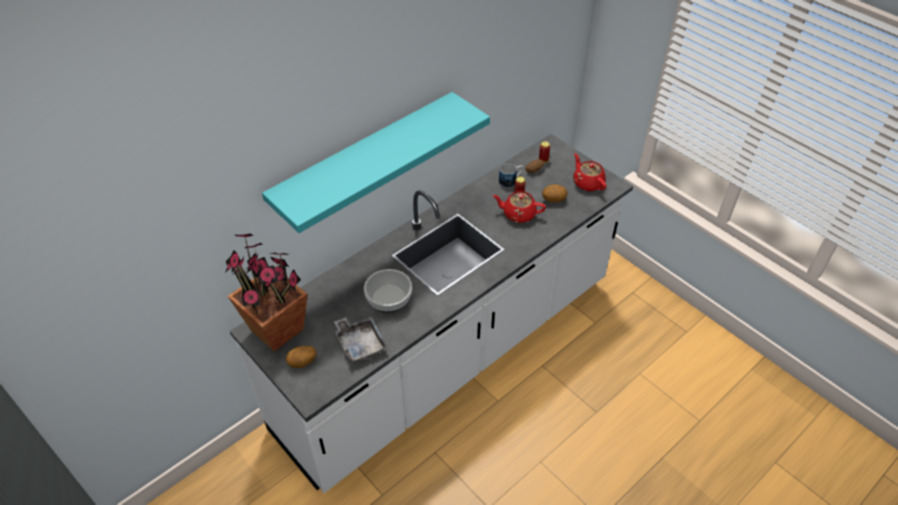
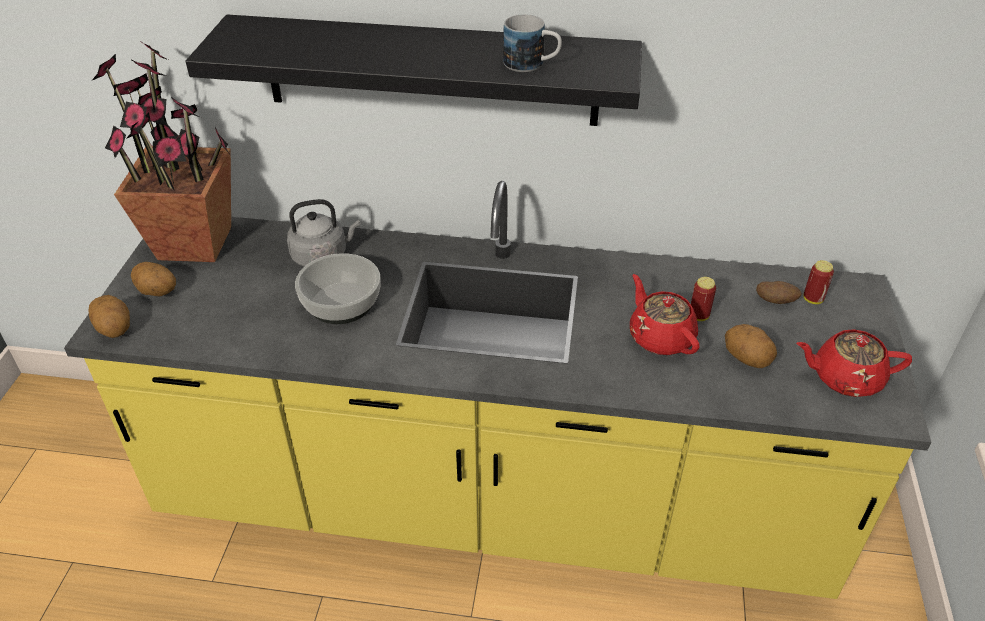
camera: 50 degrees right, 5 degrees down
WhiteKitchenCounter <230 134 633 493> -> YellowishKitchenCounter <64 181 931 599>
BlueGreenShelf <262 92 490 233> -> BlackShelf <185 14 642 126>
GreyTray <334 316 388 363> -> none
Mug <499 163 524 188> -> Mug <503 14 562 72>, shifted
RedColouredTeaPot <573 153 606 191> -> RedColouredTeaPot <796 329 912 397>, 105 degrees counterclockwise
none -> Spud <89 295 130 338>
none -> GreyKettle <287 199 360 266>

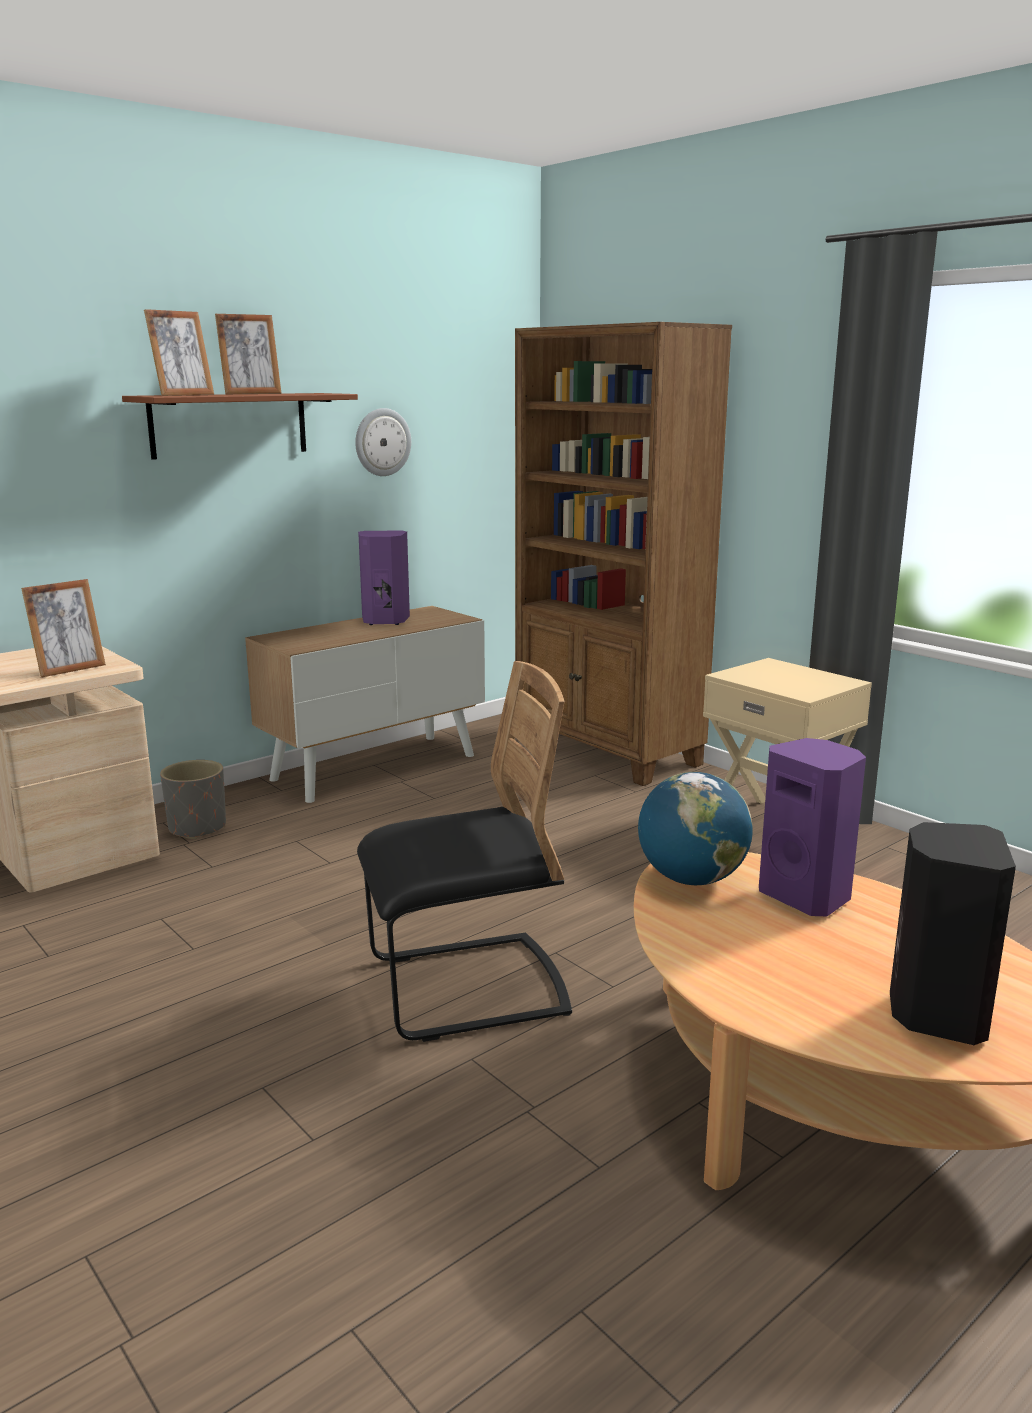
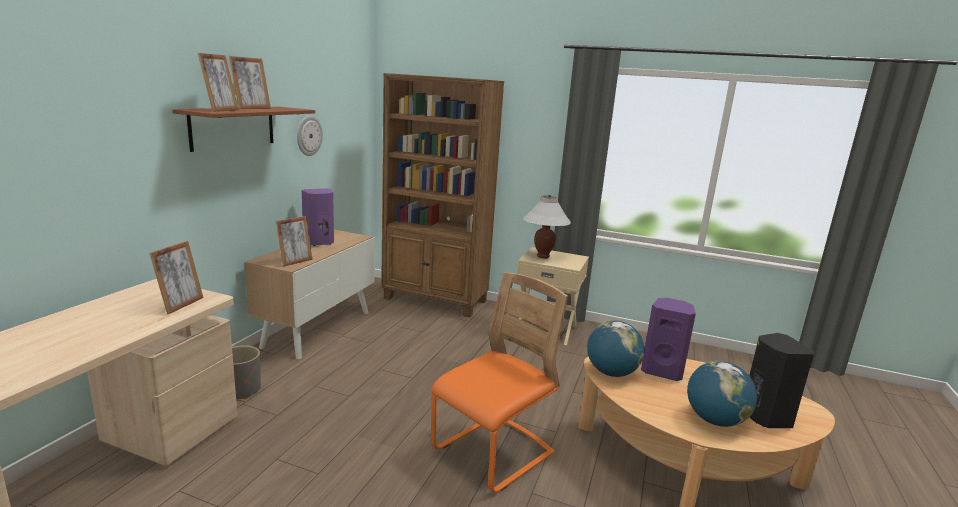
camera: 30 degrees left, 0 degrees up
BlackUprightChair <357 661 572 1042> -> OrangeyUprightChair <431 272 568 493>
none -> StandingFrame <276 216 313 267>
none -> WhiteLampForATable <523 195 571 259>
none -> Globe <687 361 757 427>

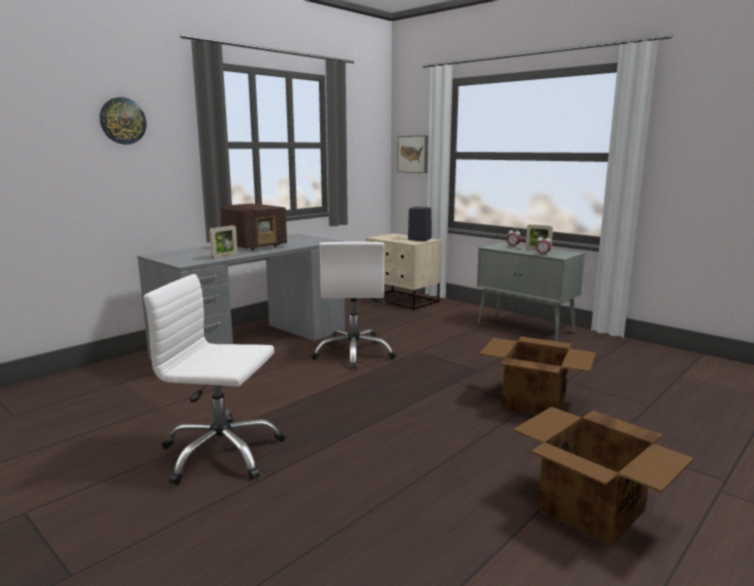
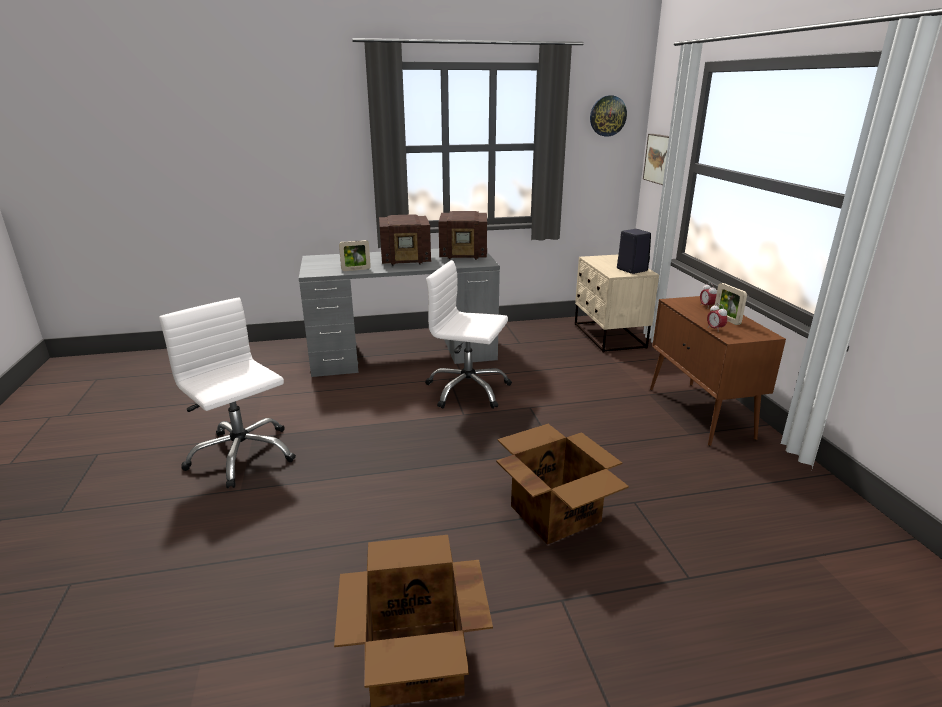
camera: 35 degrees right, 10 degrees up
WallClock <100 97 146 144> -> WallClock <590 95 627 137>, shifted
WhiteComputerChair <311 242 396 370> -> WhiteComputerChair <425 260 512 409>, 75 degrees clockwise
GreyCabinet <477 242 585 342> -> BrownCabinet <650 296 786 446>
none -> RadioReceiver <439 211 487 260>

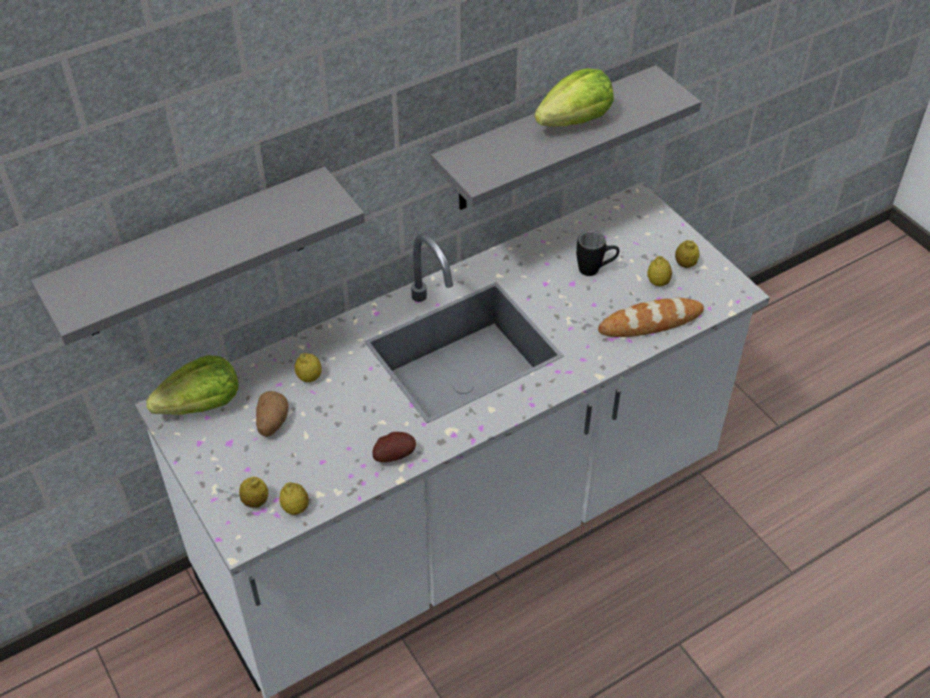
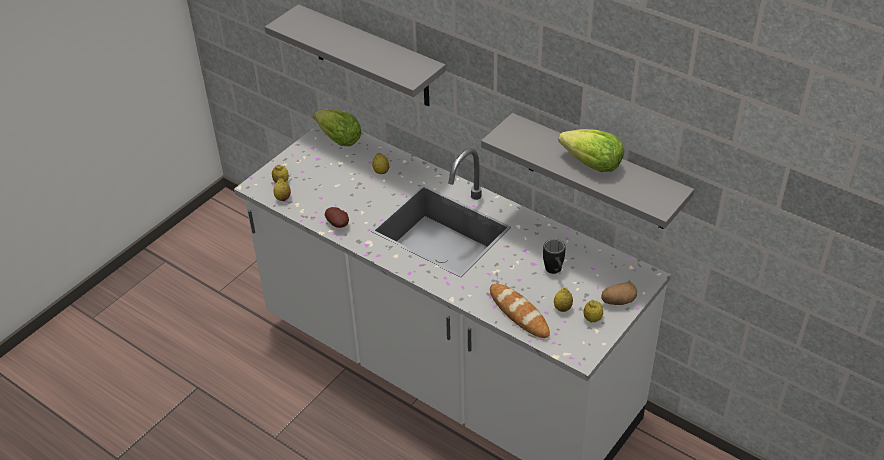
camera: 70 degrees right, 5 degrees down
Spud <256 391 288 437> -> Spud <601 282 637 305>, shifted

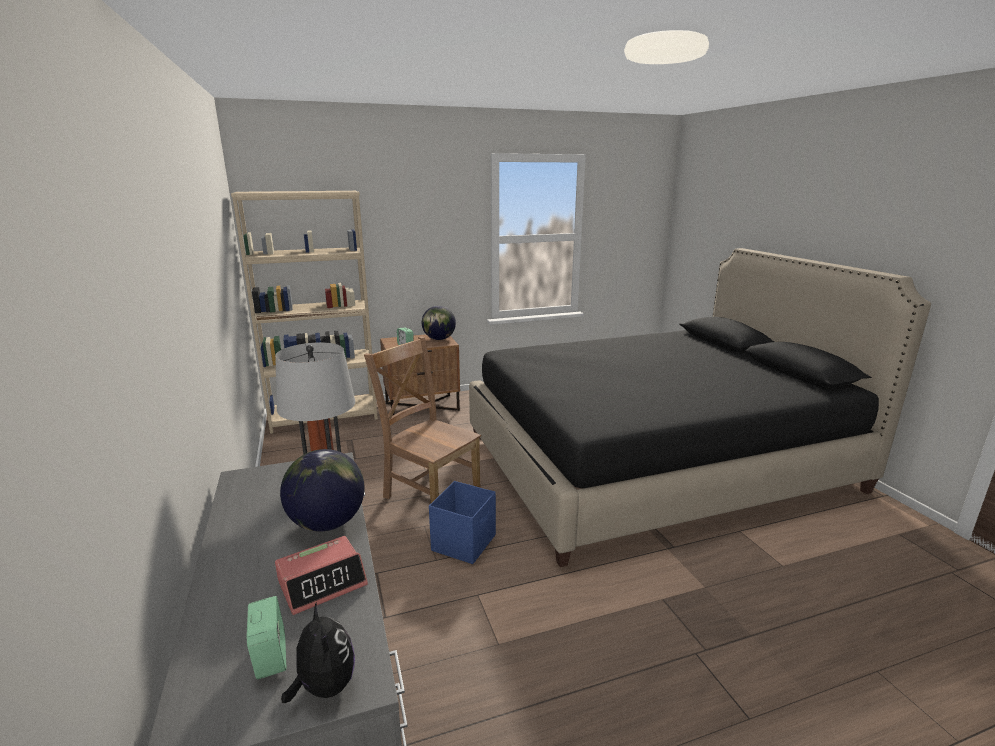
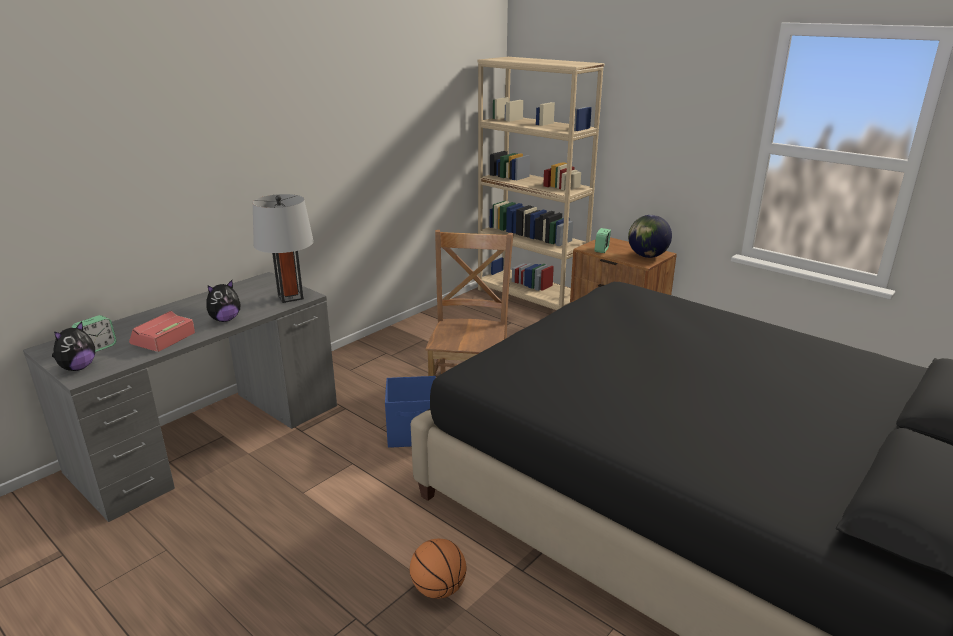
camera: 60 degrees right, 5 degrees up
AlarmClock <275 536 368 615> -> AlarmClock <129 311 195 352>, 90 degrees clockwise
Globe <280 449 365 532> -> SoftToy <206 280 241 322>
none -> BasketballBall <410 539 466 599>

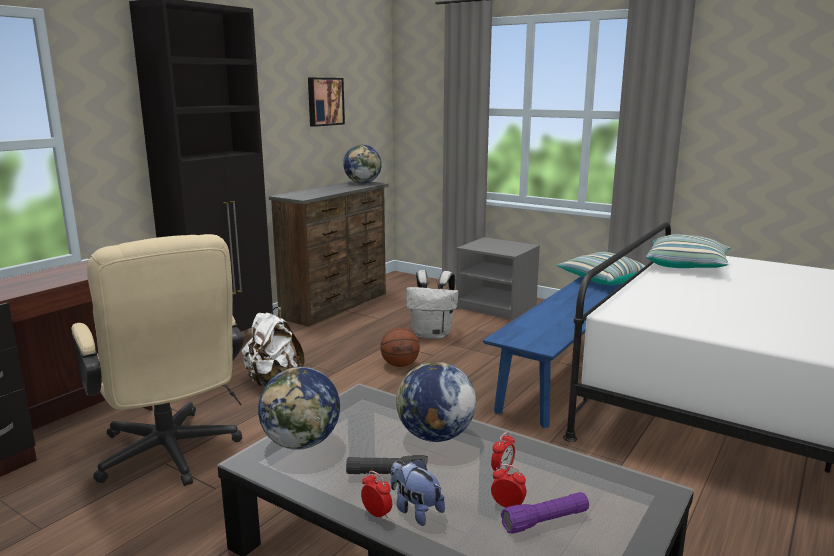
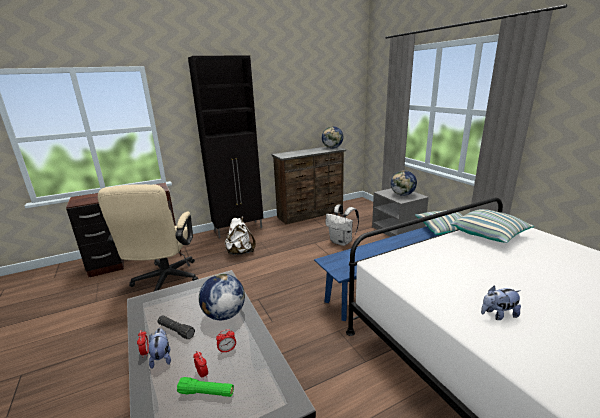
camera: 30 degrees right, 5 degrees up
Globe <258 367 340 450> -> Globe <391 170 417 196>, shifted
Picture <308 78 345 127> -> none
BasketballBall <380 328 420 367> -> none
PurplishFlashlight <501 492 589 534> -> GreenFlashlight <177 377 234 397>
none -> SoftToy <481 286 521 320>

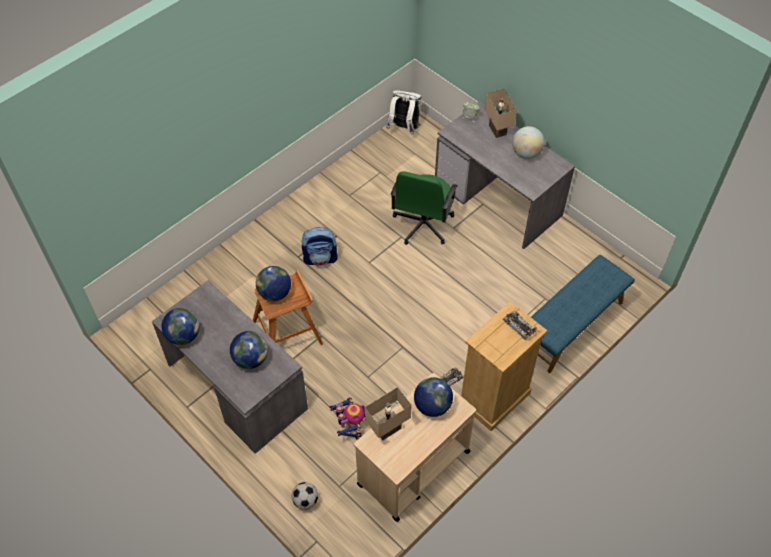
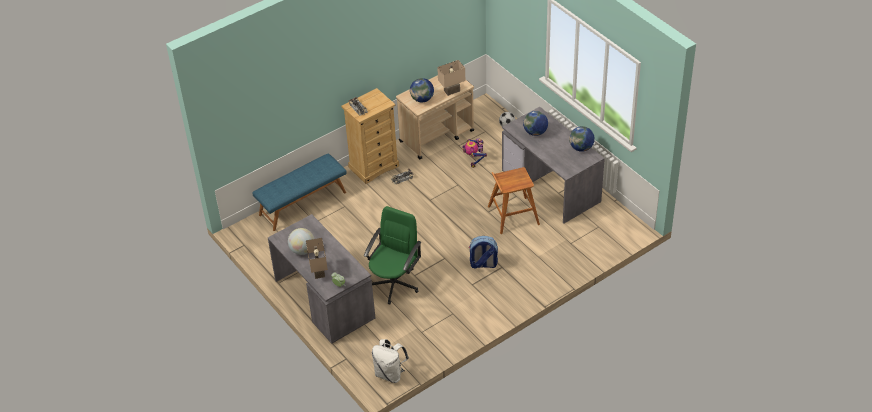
camera: 170 degrees left, 10 degrees down
Globe <256 266 291 301> -> none

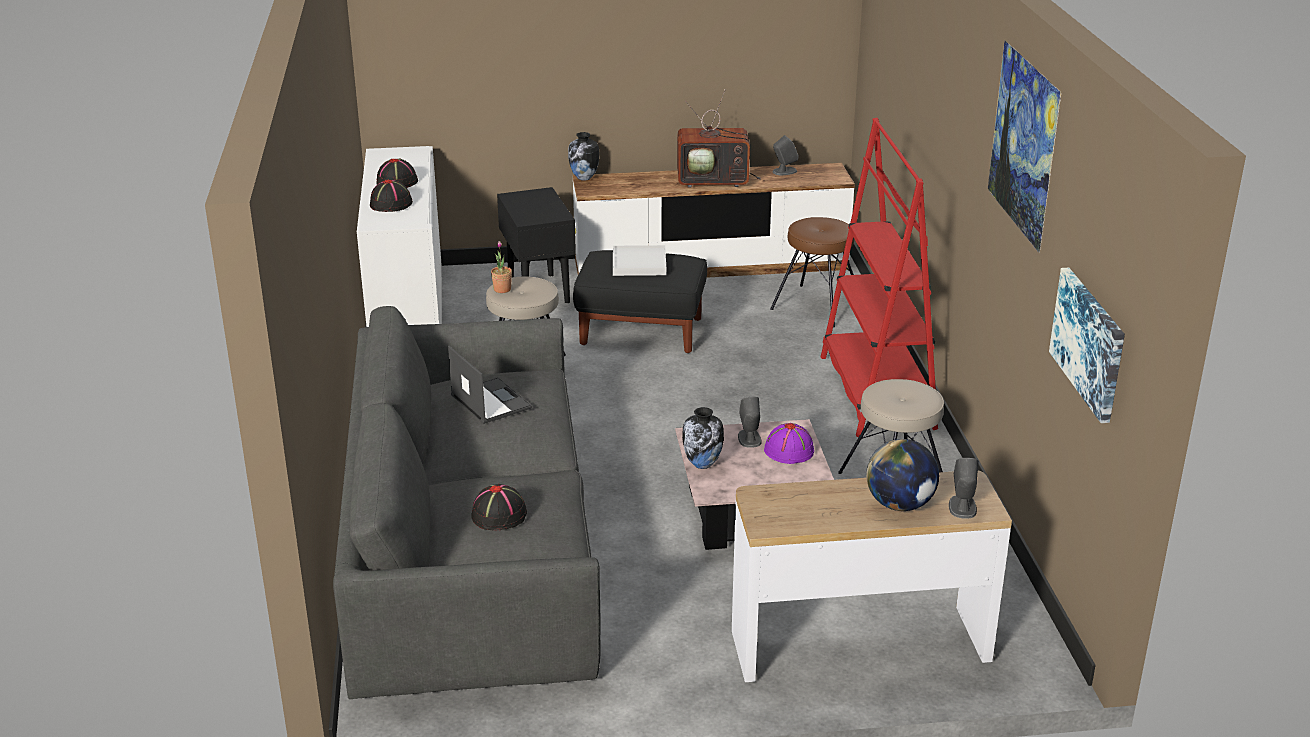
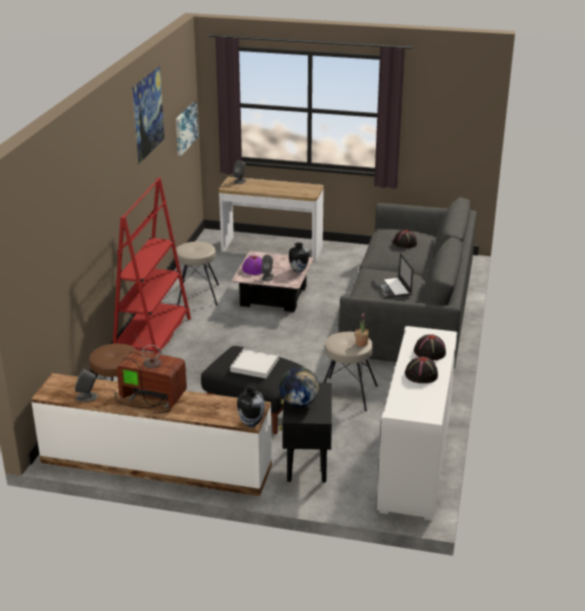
camera: 160 degrees left, 0 degrees up
Globe <866 439 939 511> -> Globe <279 367 319 407>, shifted

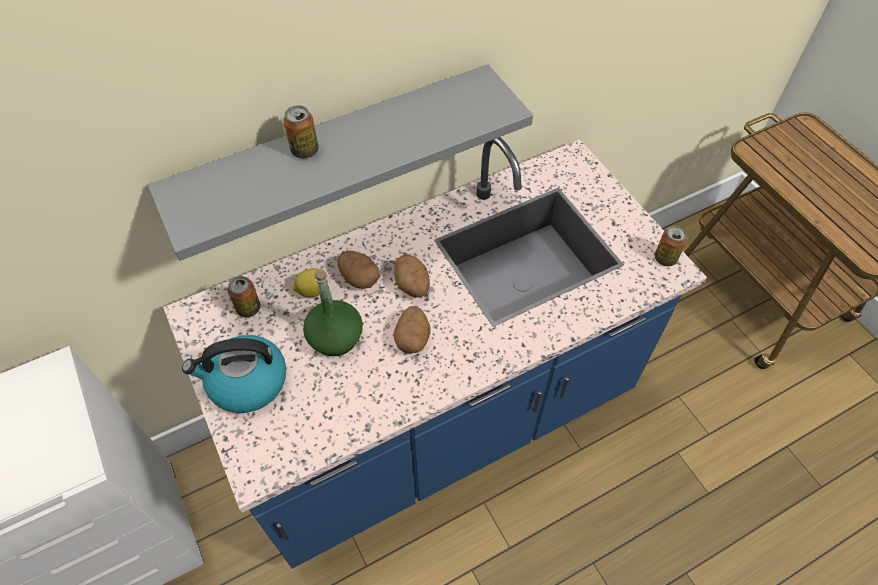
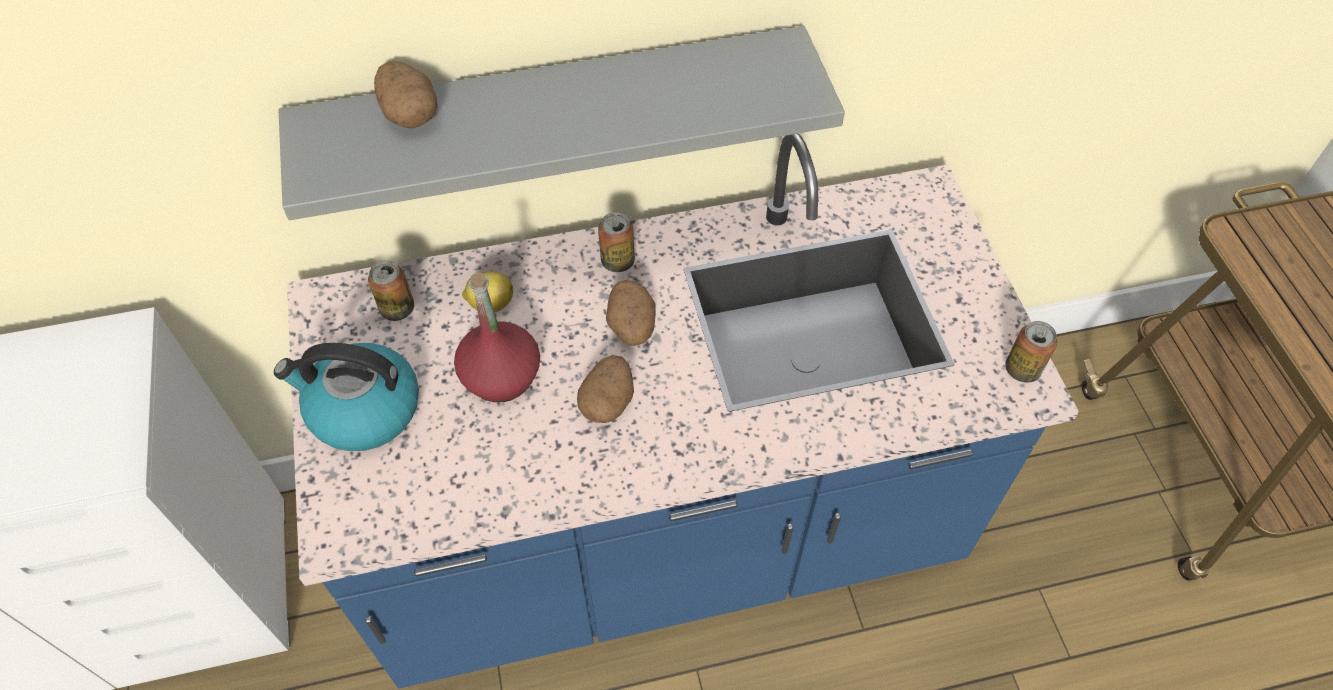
camera: 15 degrees right, 0 degrees up
Can <283 105 319 159> -> Can <598 212 635 272>, shifted
GreenDrinkBottle <303 269 363 356> -> RedColouredDrinkBottle <454 272 540 402>
Spud <337 250 380 289> -> Spud <374 61 438 128>, shifted

